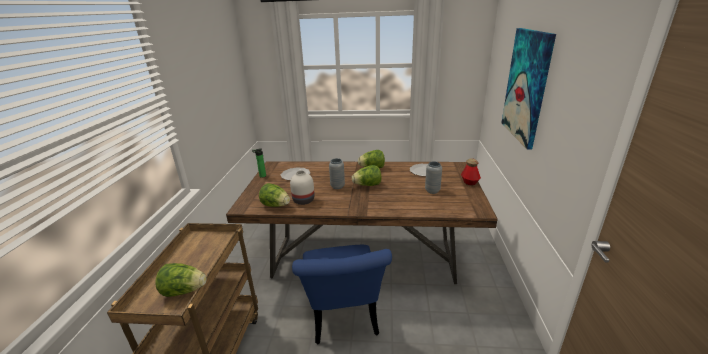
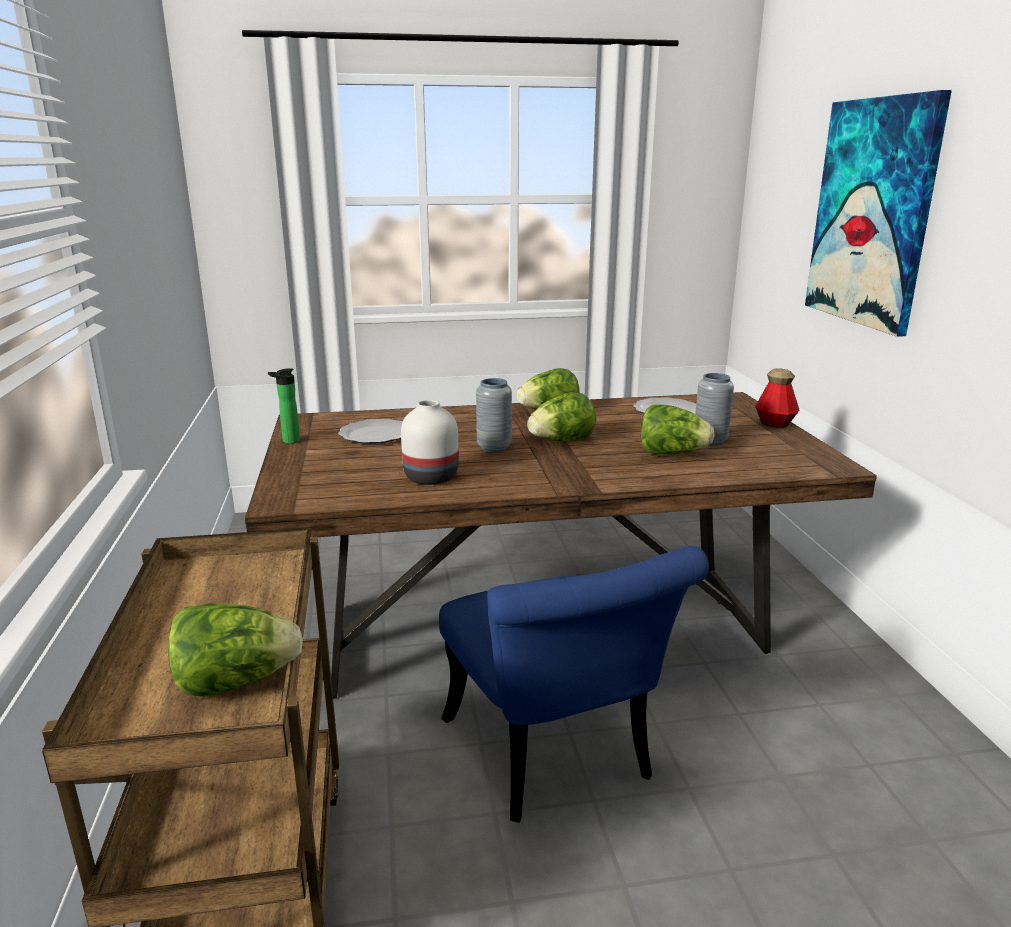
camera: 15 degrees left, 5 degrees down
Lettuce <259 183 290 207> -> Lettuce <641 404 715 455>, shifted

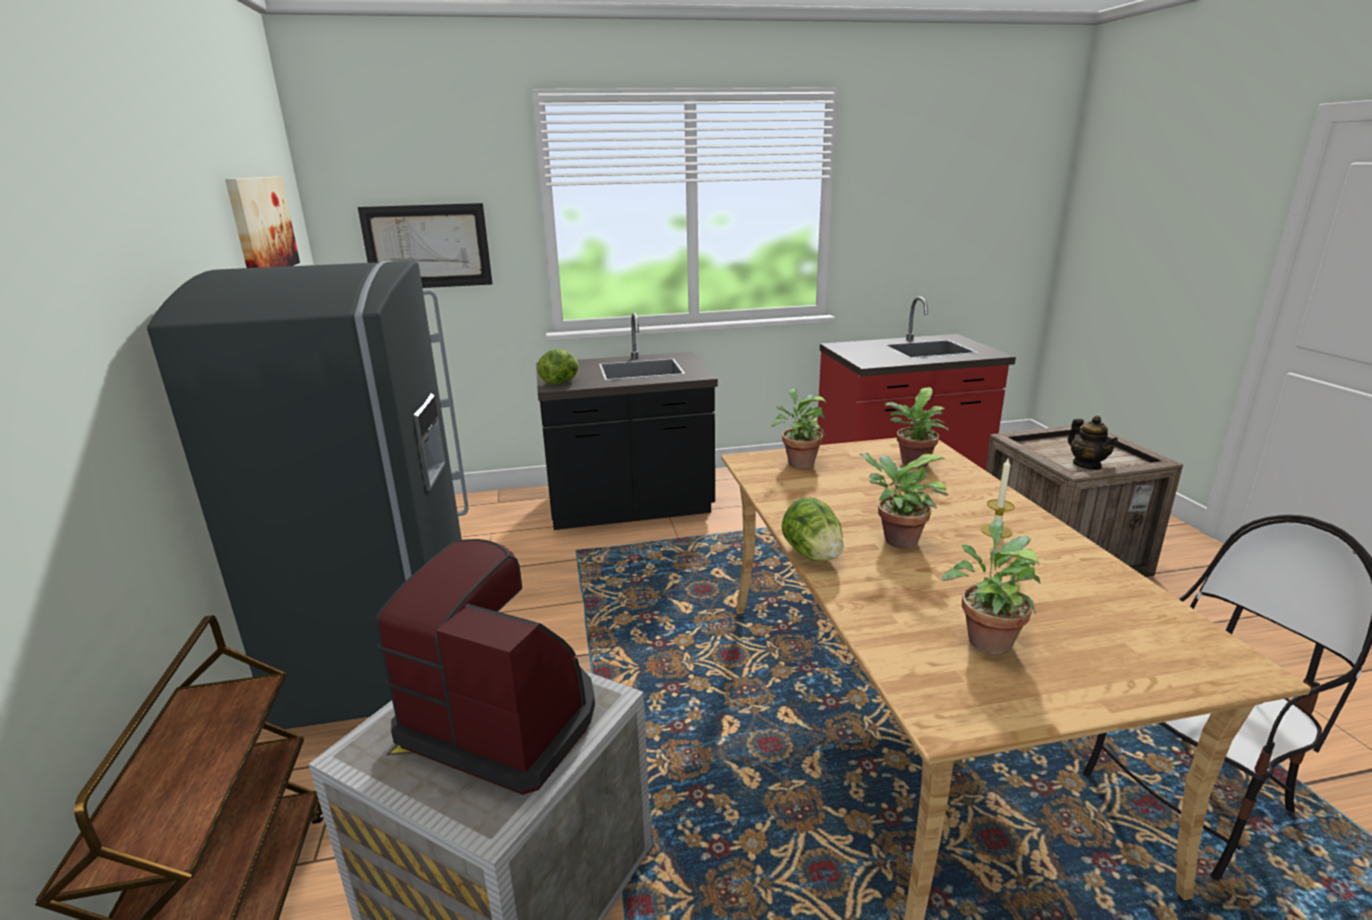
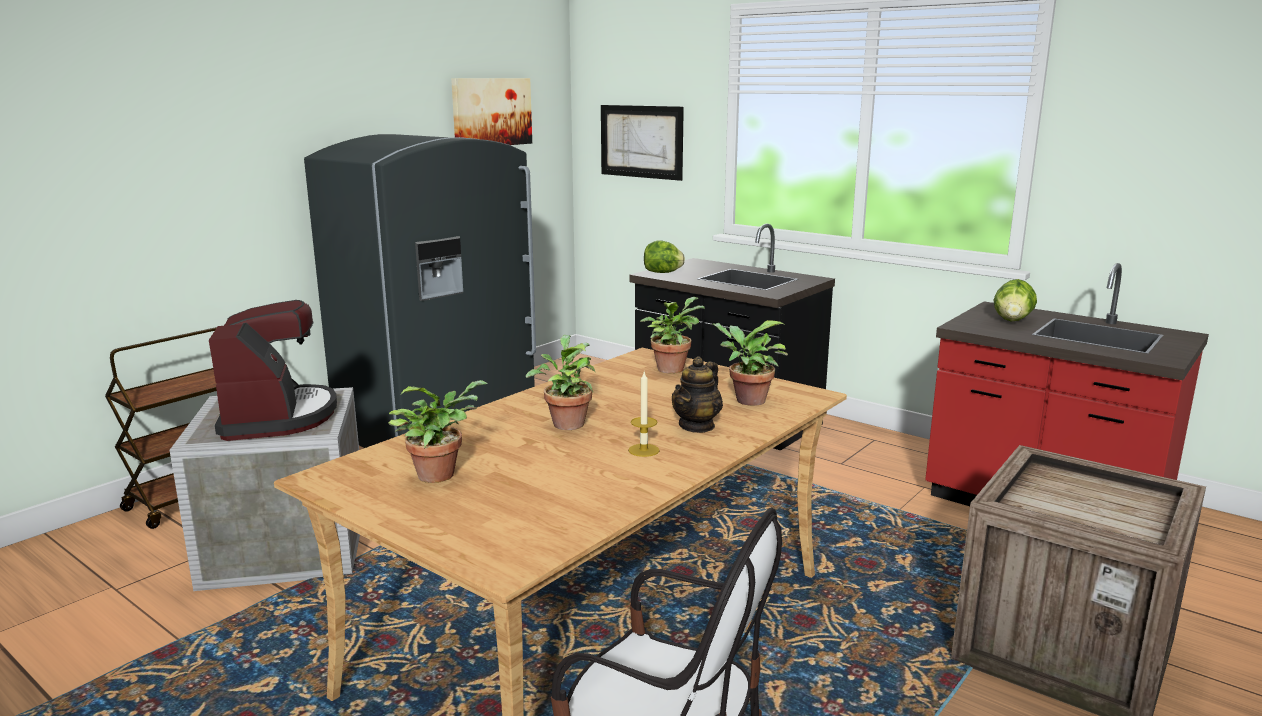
camera: 50 degrees right, 5 degrees down
Lettuce <781 497 843 561> -> Lettuce <993 279 1037 321>, shifted
TeaPot <1068 416 1118 470> -> TeaPot <672 356 723 433>, shifted

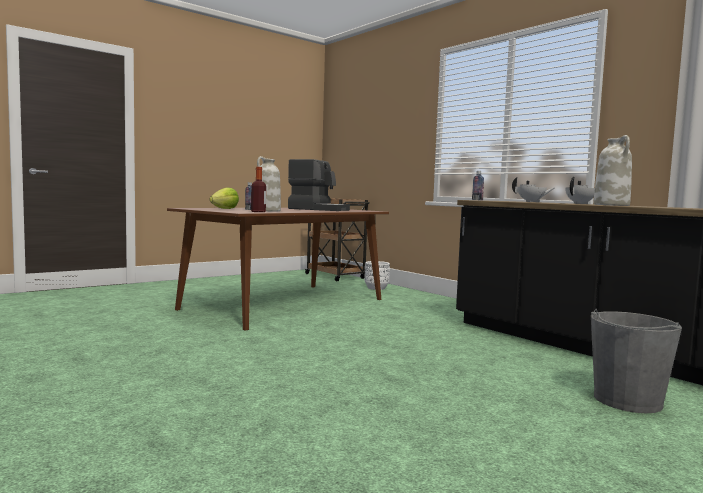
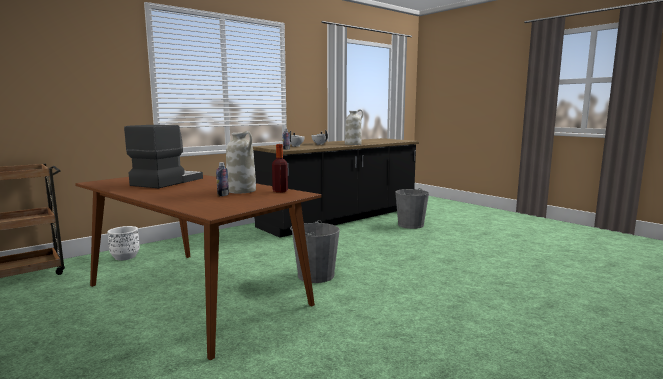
camera: 90 degrees left, 5 degrees up
Lettuce <209 188 239 209> -> none
none -> GreyWaterBucket <290 220 340 283>

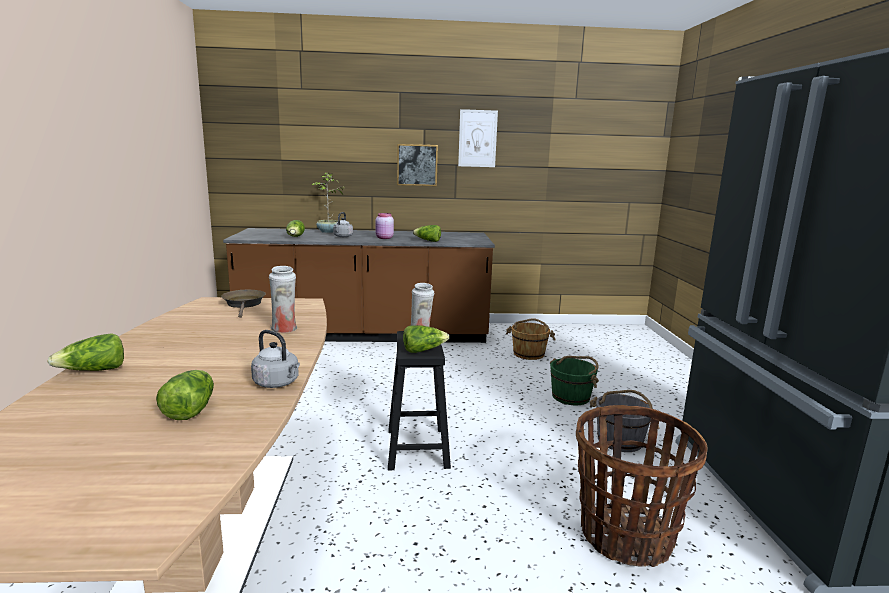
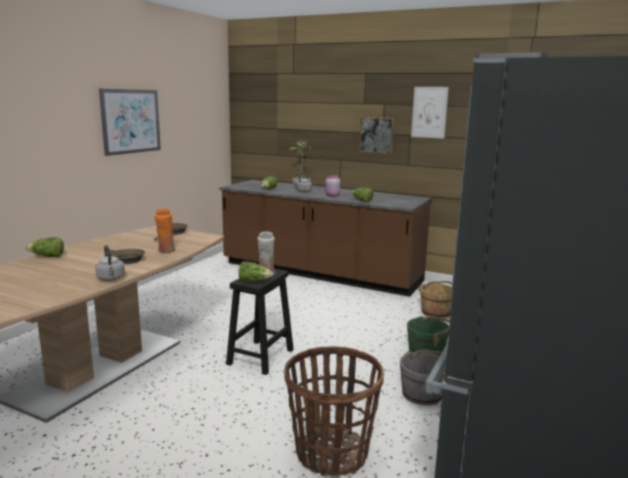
camera: 30 degrees right, 0 degrees up
Lettuce <156 370 214 420> -> none
WhiteFlowerVase <269 266 297 333> -> OrangeyFlowerVase <154 209 176 253>
none -> Picture <99 89 161 156>
none -> BrownPan <110 249 145 264>

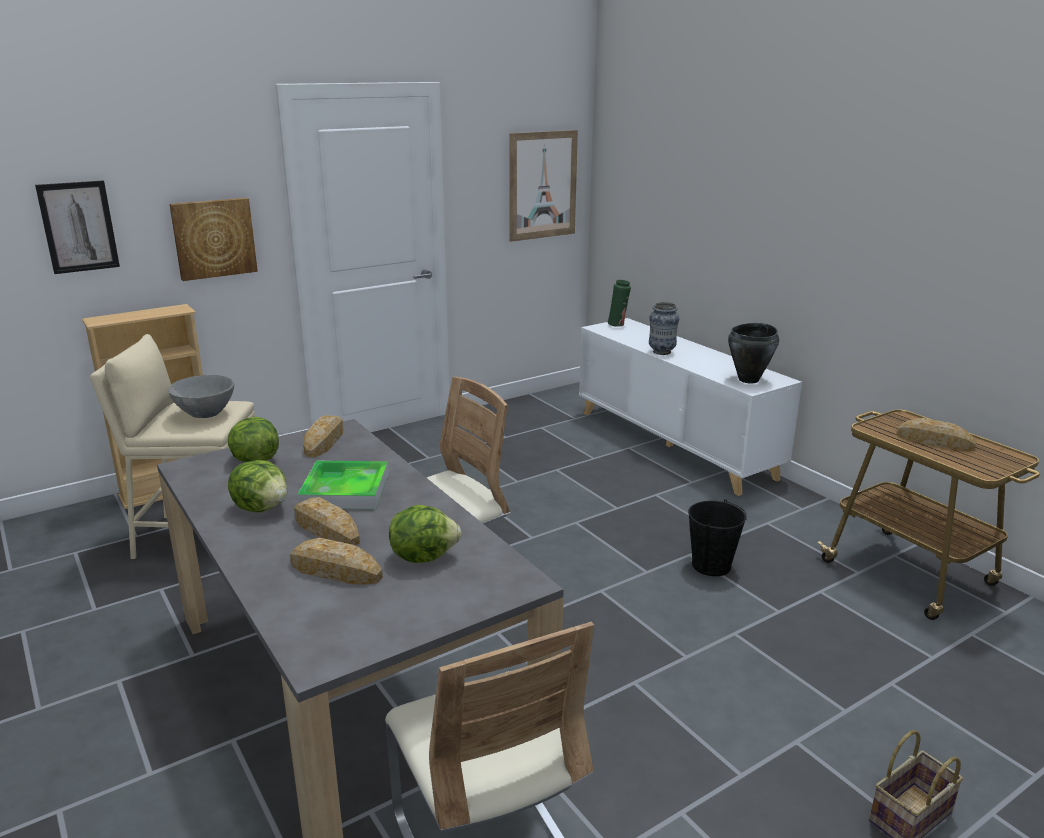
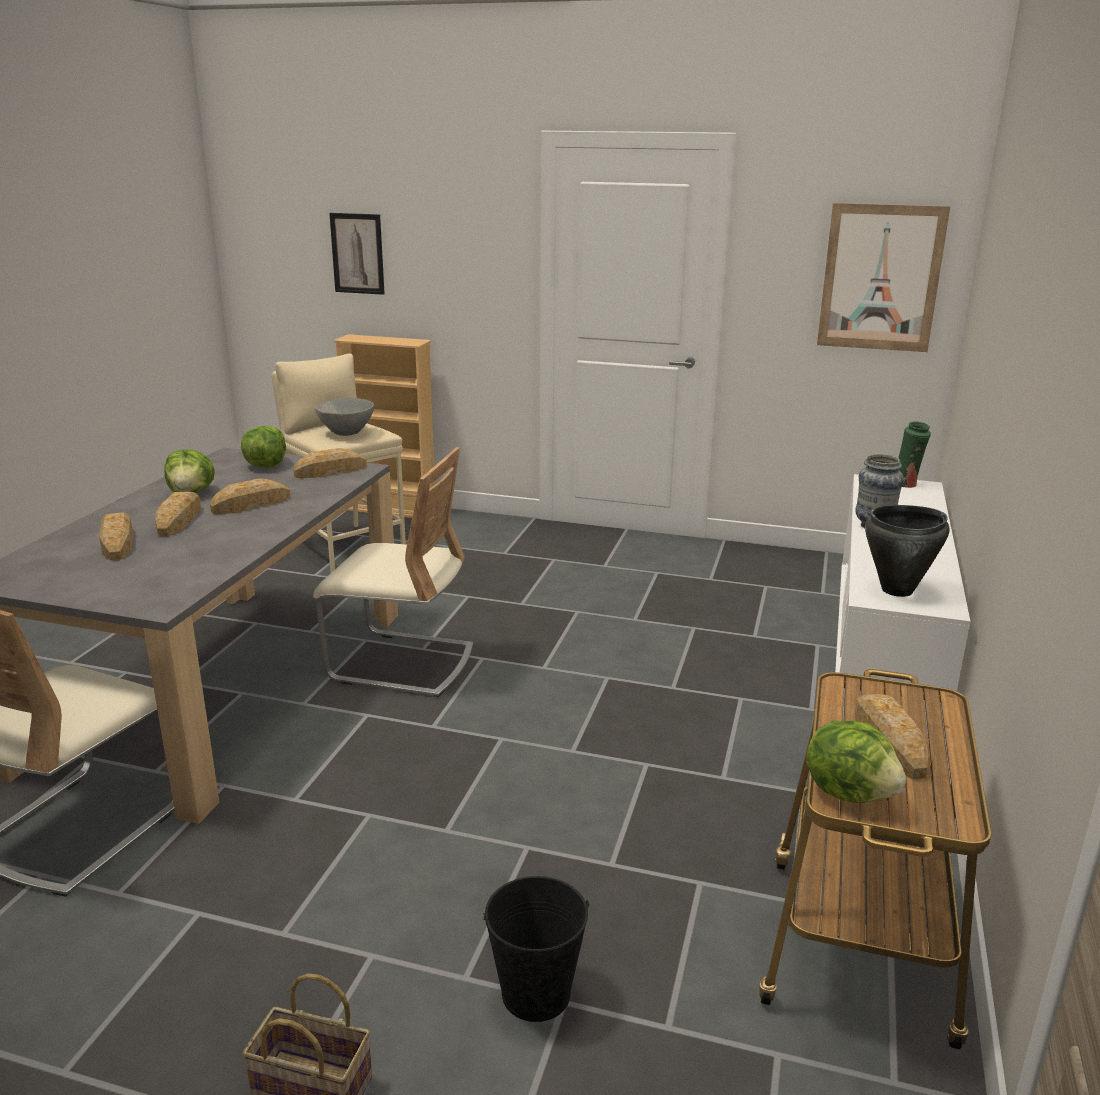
camera: 50 degrees right, 0 degrees up
Picture <169 198 258 281> -> none
Tray <297 461 389 509> -> BakeryBread <210 479 291 514>
Lettuce <389 504 462 563> -> Lettuce <806 721 907 803>, shifted
BlackWaterBucket <688 499 747 576> -> BlackWaterBucket <484 876 589 1022>, shifted

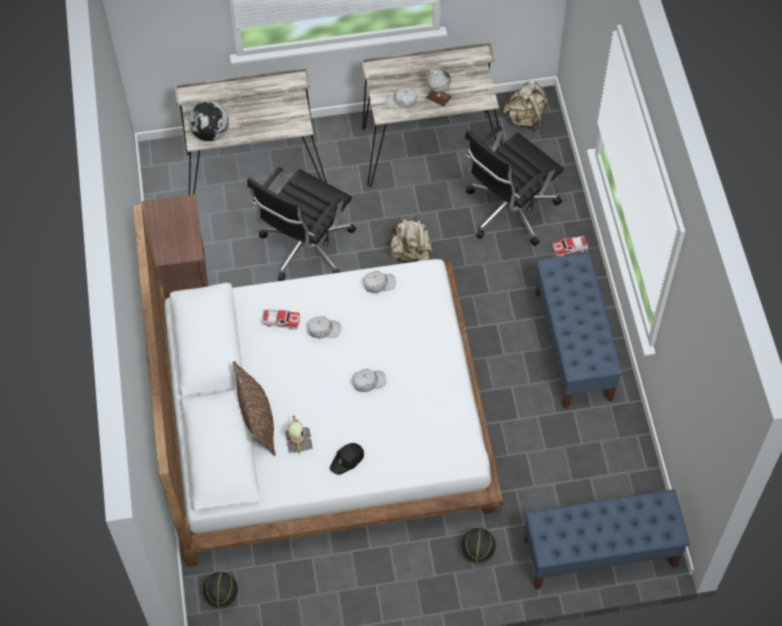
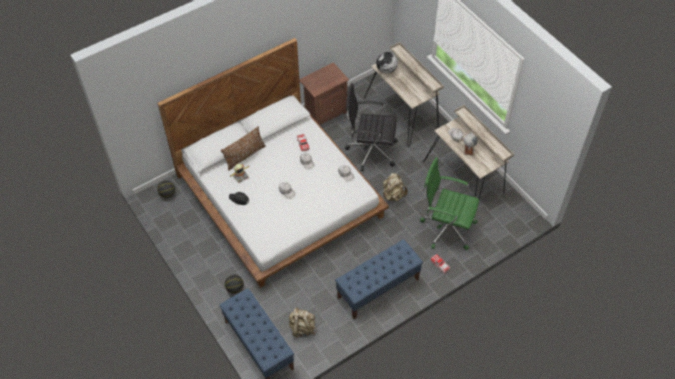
camera: 65 degrees right, 5 degrees down
BlackComputerChair <465 126 564 246> -> GreenComputerChair <420 157 479 250>
BeigeColouredBackpack <504 80 549 131> -> BeigeColouredBackpack <289 307 317 338>, shifted

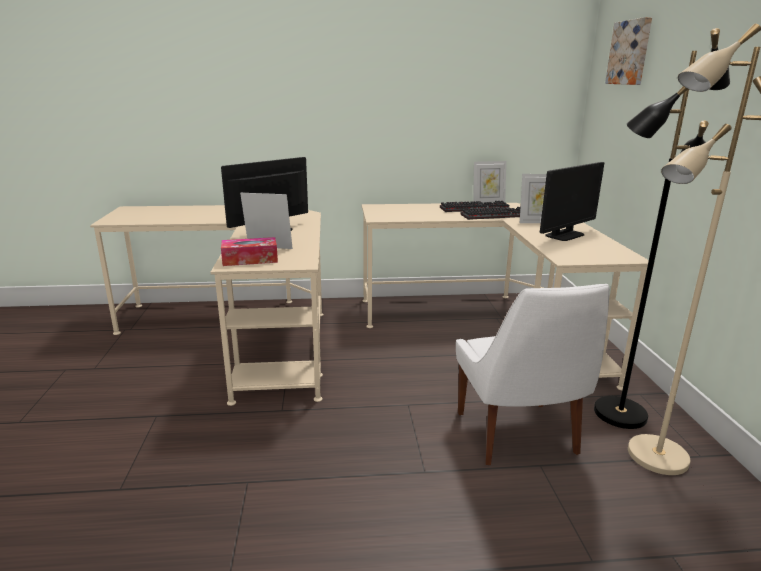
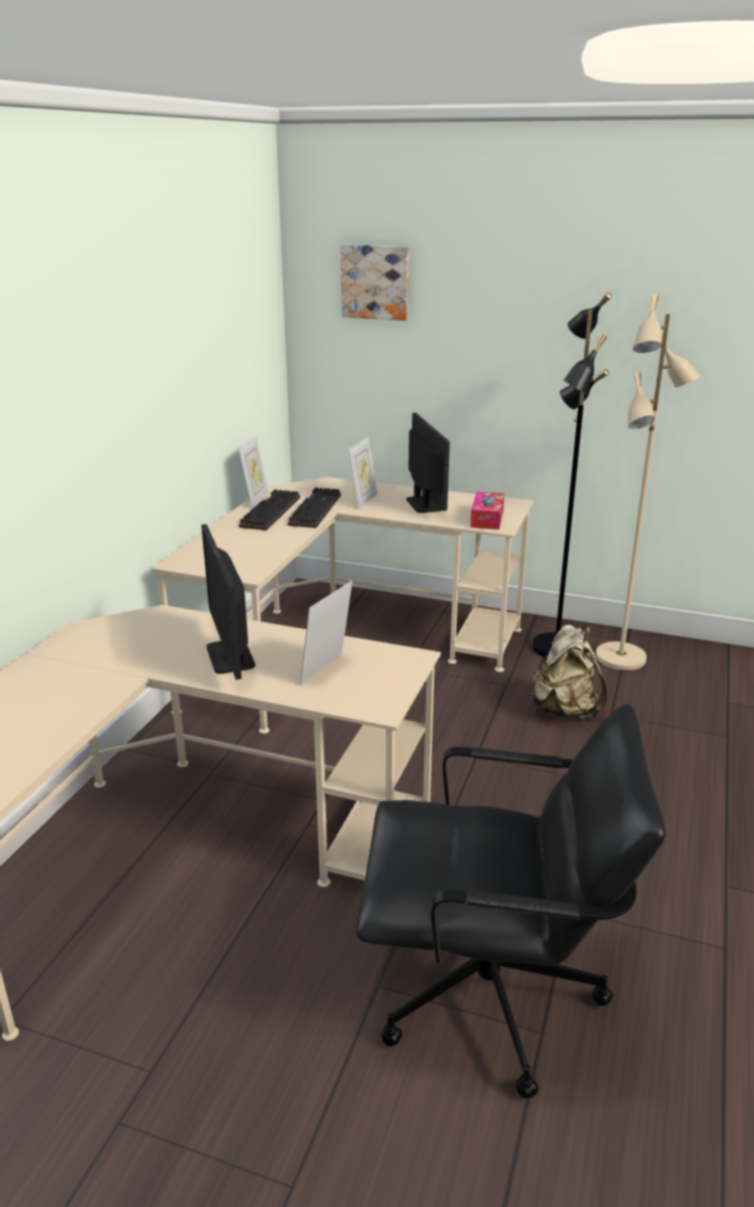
camera: 65 degrees left, 5 degrees up
TissueBox <221 237 278 266> -> TissueBox <470 492 505 530>, shifted
WhiteUprightChair <456 284 610 465> -> BeigeColouredBackpack <530 625 608 718>
none -> BlackComputerChair <356 703 666 1099>

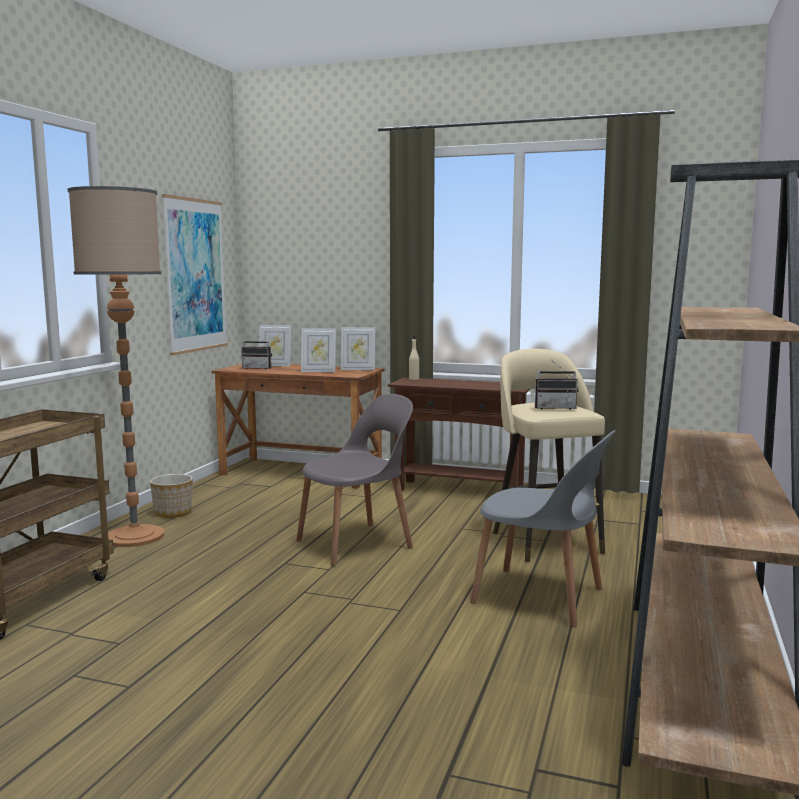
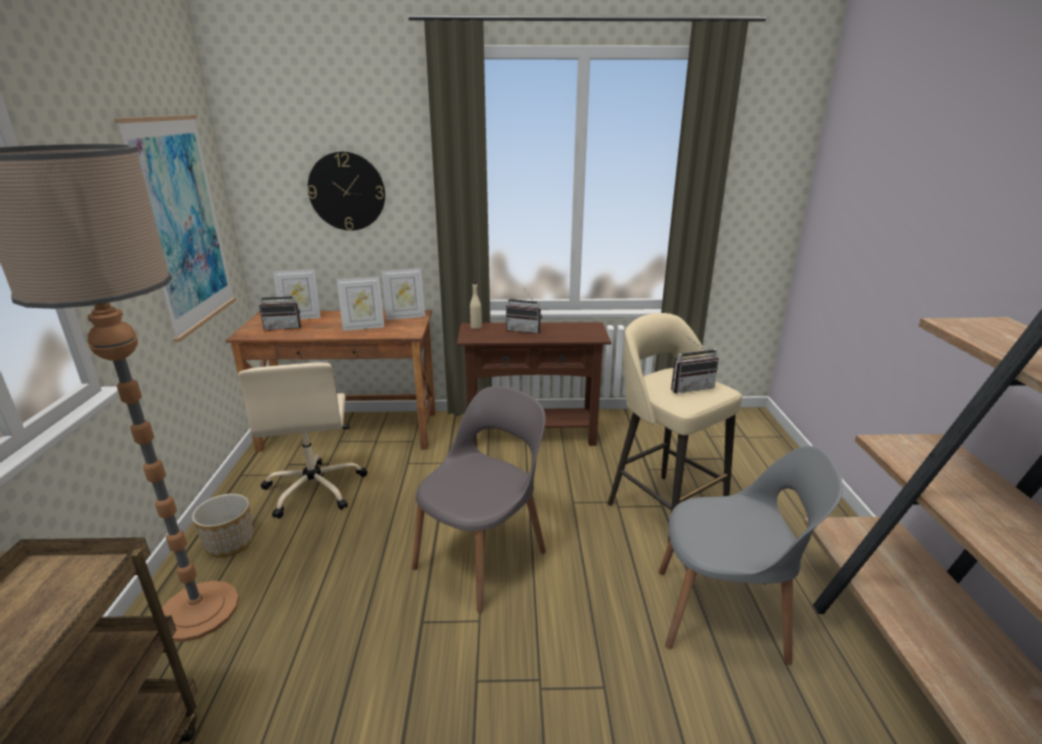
camera: 20 degrees left, 15 degrees up
none -> BeigeColouredComputerChair <238 362 368 518>
none -> WallClock <307 152 385 231>
none -> RadioReceiver <506 290 542 334>

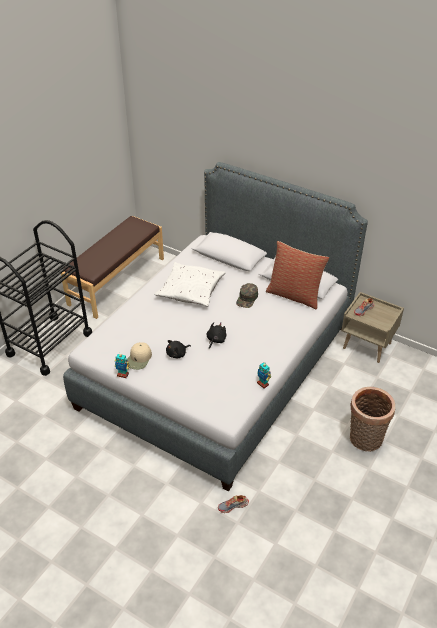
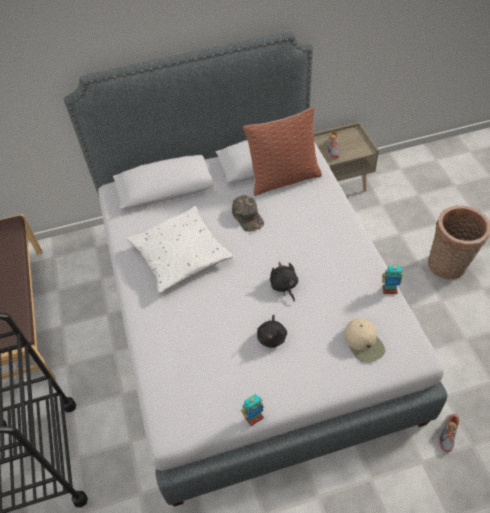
camera: 45 degrees left, 10 degrees up
BeigeColouredCap <127 342 152 370> -> BeigeColouredCap <344 318 385 363>, shifted

